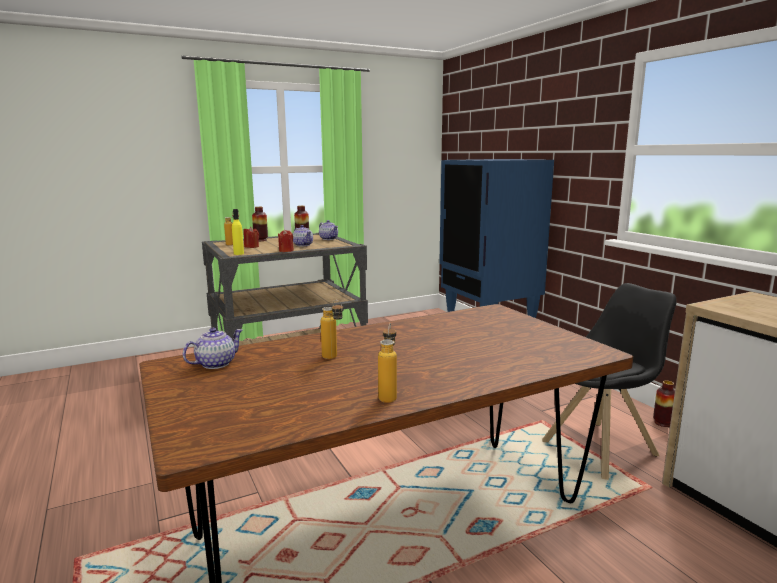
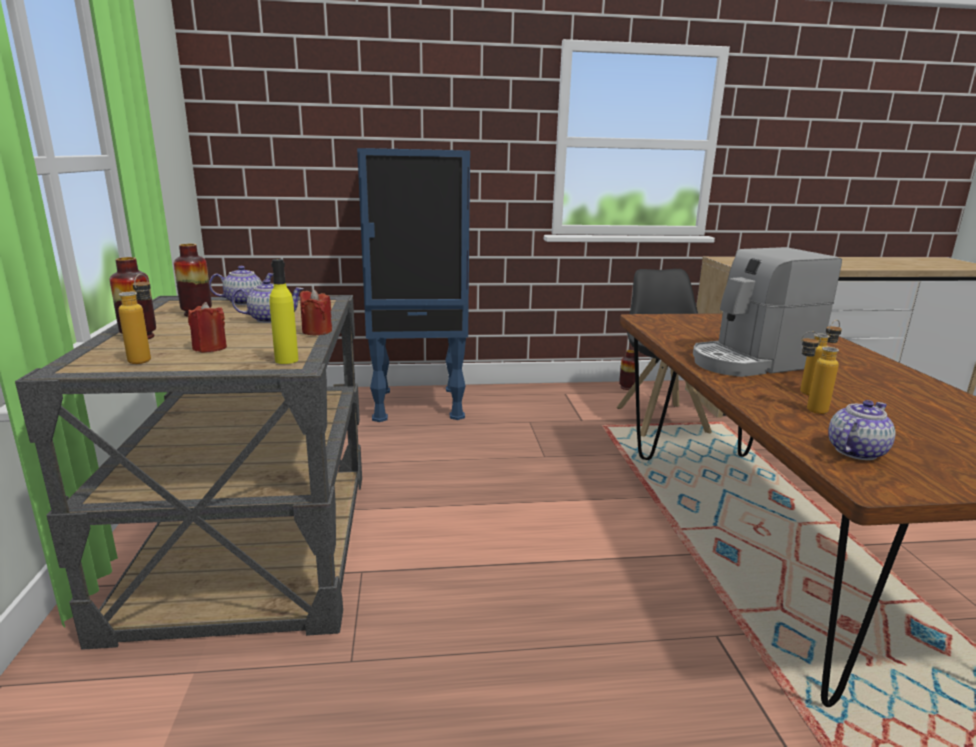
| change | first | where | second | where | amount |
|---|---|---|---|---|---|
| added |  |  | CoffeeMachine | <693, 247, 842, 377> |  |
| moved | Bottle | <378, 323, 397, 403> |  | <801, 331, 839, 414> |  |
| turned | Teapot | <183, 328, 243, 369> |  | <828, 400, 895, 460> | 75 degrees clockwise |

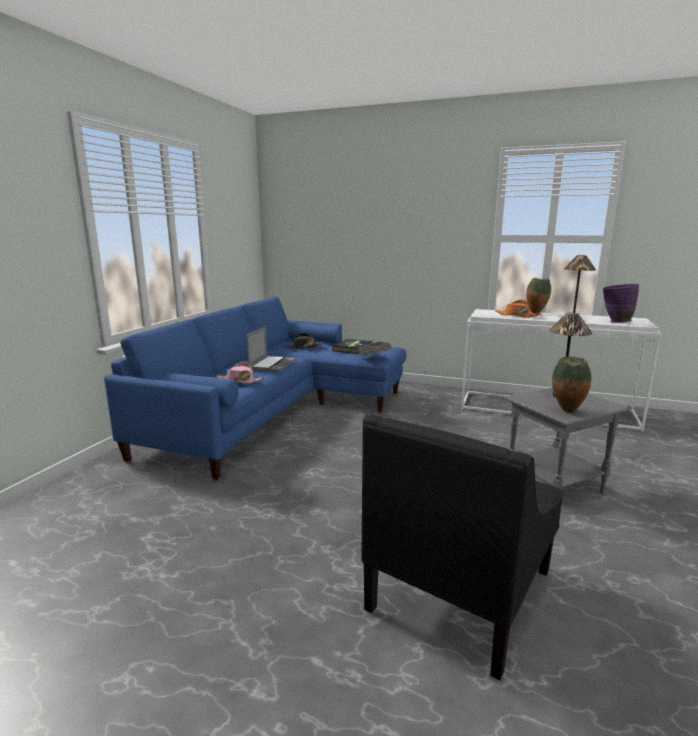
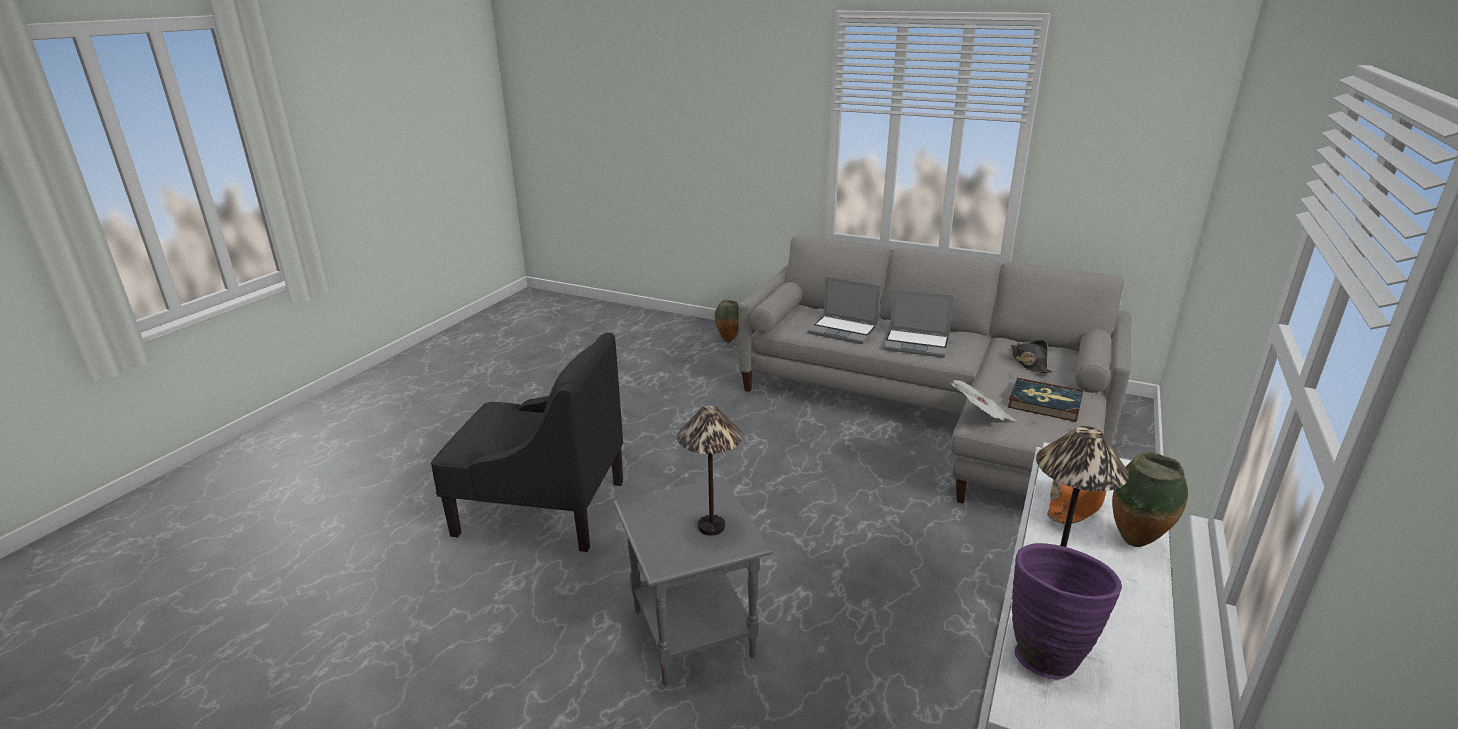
| change | first | where | second | where | amount |
|---|---|---|---|---|---|
| moved | Vase | <552, 357, 592, 413> |  | <715, 300, 739, 342> |  |
| replaced | PinkHat | <216, 361, 266, 384> | Laptop | <808, 276, 881, 344> |  |
| recoloured | BlueSofa | <104, 296, 406, 480> | GreySofa | <739, 236, 1131, 504> |  |
| turned | BlackArmchair | <361, 415, 563, 681> |  | <431, 332, 623, 552> | 150 degrees clockwise |

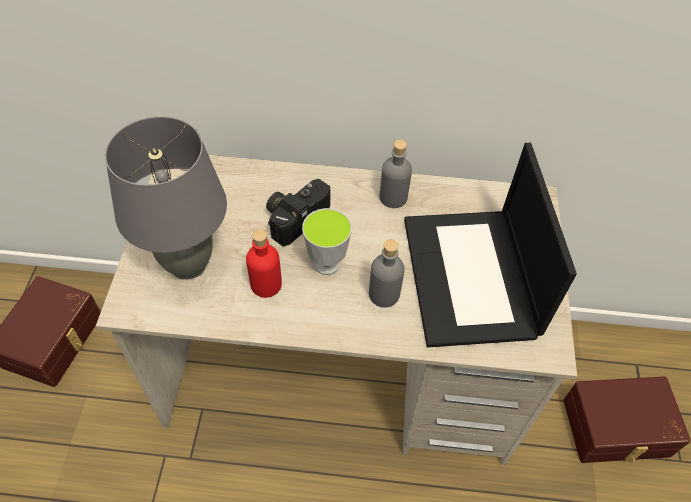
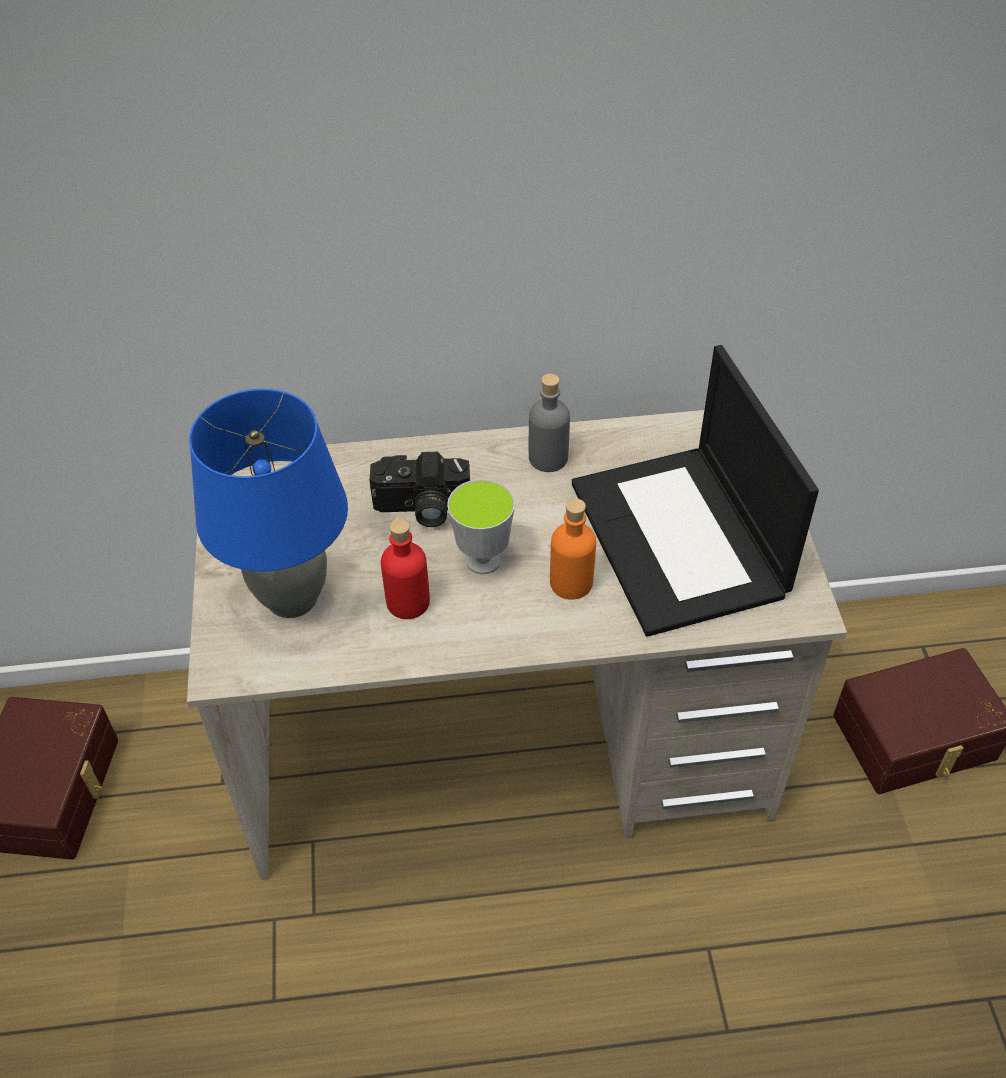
| change | first | where | second | where | amount |
|---|---|---|---|---|---|
| recoloured | GreyTableLamp | <105, 116, 227, 280> | BlueTableLamp | <189, 389, 348, 618> |  |
| recoloured | GreyBottle | <369, 239, 405, 307> | OrangeBottle | <550, 499, 596, 600> |  |
| turned | PhotoCamera | <266, 179, 331, 247> |  | <369, 452, 470, 527> | 120 degrees counterclockwise |

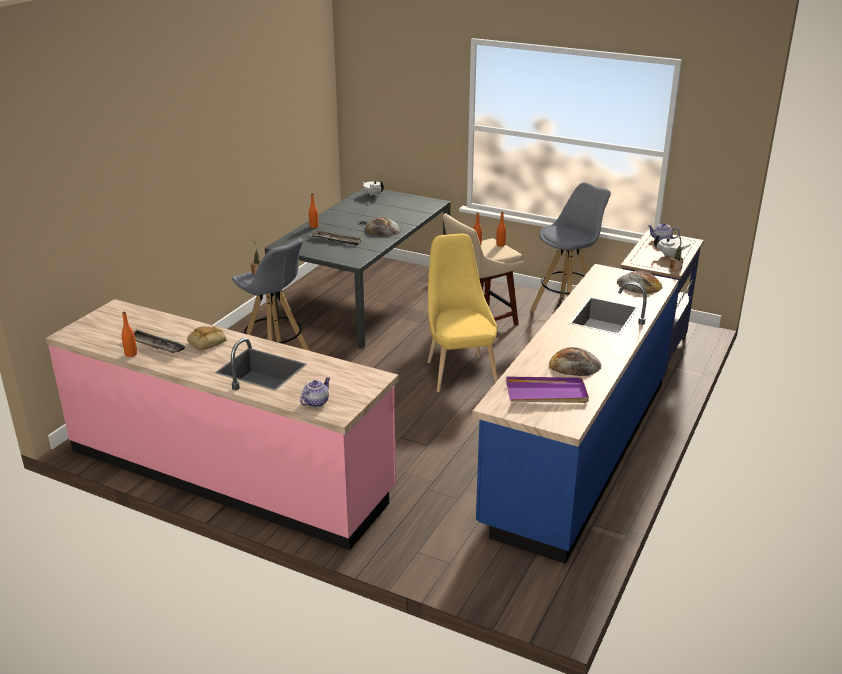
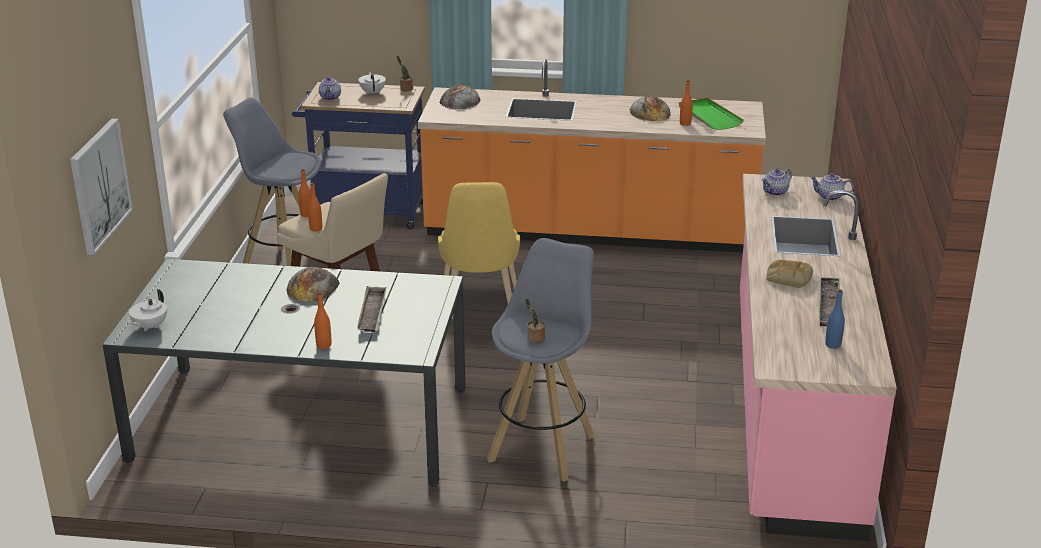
| change | first | where | second | where | amount |
|---|---|---|---|---|---|
| added |  |  | Picture | <70, 118, 133, 255> |  |
| added |  |  | Teapot | <761, 169, 792, 196> |  |
| added |  |  | BlueBottle | <825, 289, 845, 349> |  |
| moved | OrangeBottle | <122, 312, 137, 357> |  | <680, 80, 693, 126> |  |
| recoloured | BlueCounter | <472, 264, 679, 564> | OrangeCounter | <418, 59, 766, 253> |  |
| recoloured | PurpleTray | <506, 377, 589, 403> | GreenTray | <679, 98, 744, 130> |  |
| turned | YellowChair | <428, 234, 498, 392> |  | <438, 182, 520, 304> | 60 degrees counterclockwise |

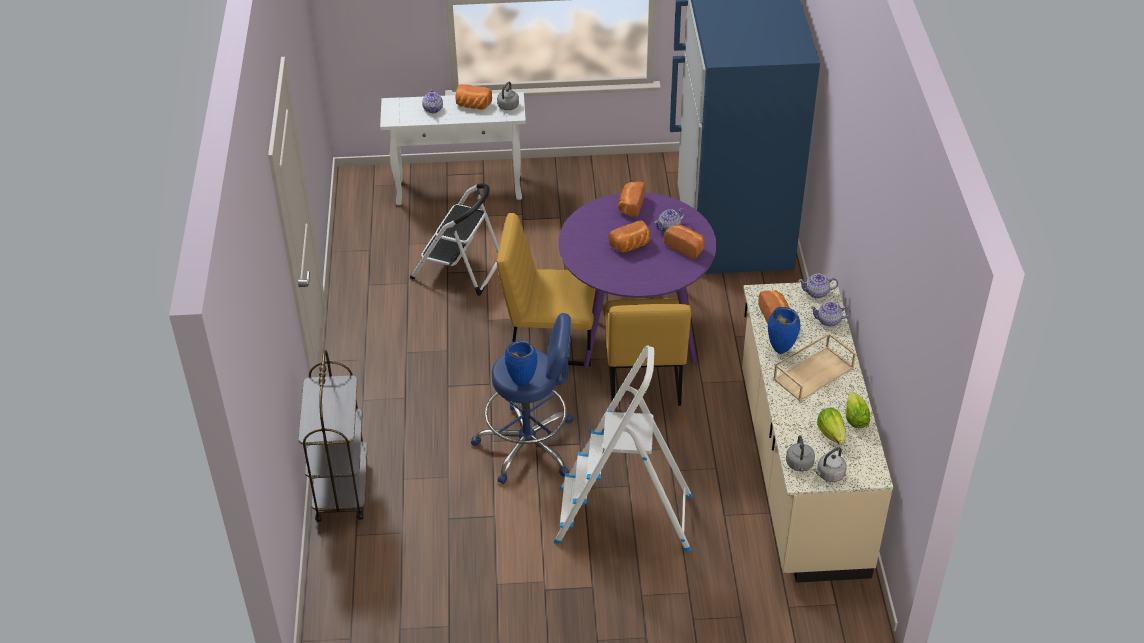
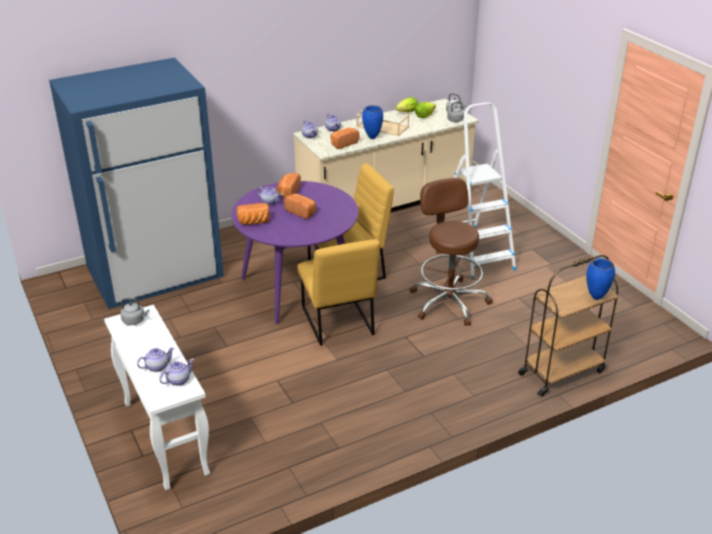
| change | first | where | second | where | amount |
|---|---|---|---|---|---|
| removed | StepLadder | <410, 183, 499, 296> |  |  |  |
| removed | Bread | <455, 84, 492, 110> |  |  |  |
| added |  |  | Teapot | <159, 359, 194, 386> |  |
| moved | BlueVase | <505, 340, 537, 387> |  | <586, 258, 615, 300> |  |
| recoloured | GreyCart | <298, 350, 367, 522> | BrownCart | <518, 255, 618, 396> |  |
| recoloured | BlueStool | <471, 313, 574, 484> | BrownStool | <409, 178, 493, 326> |  |

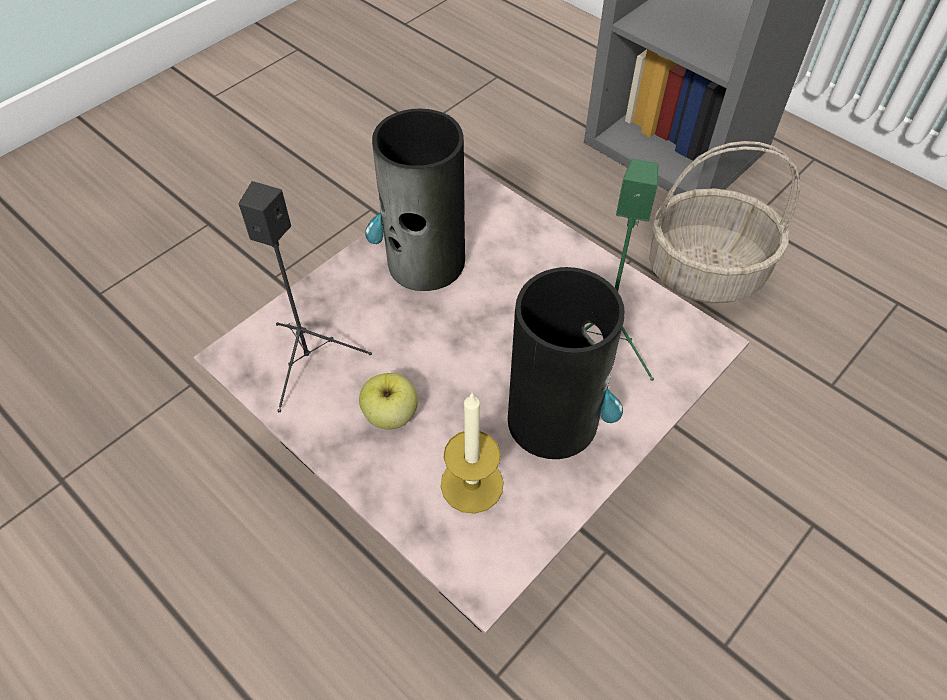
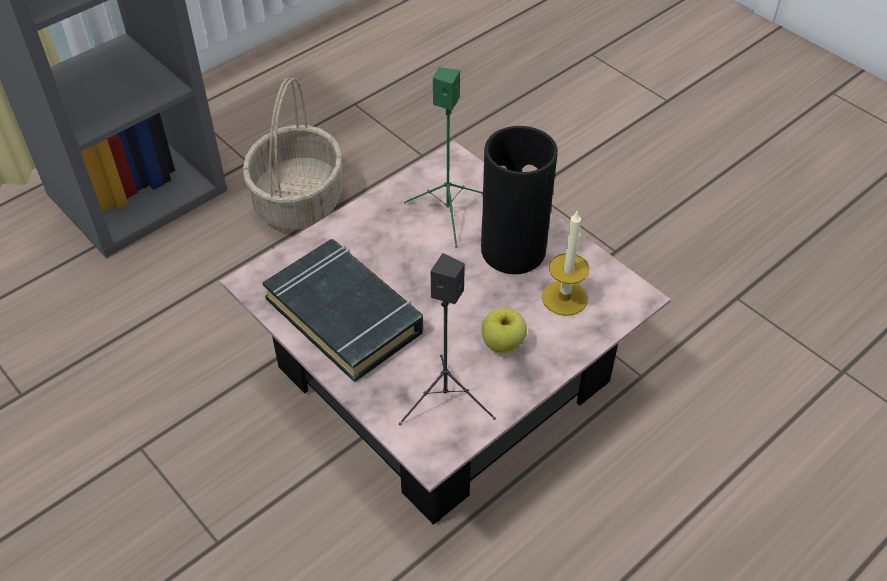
| change | first | where | second | where | amount |
|---|---|---|---|---|---|
| replaced | Vase | <365, 109, 465, 291> | BlackBook | <262, 239, 423, 382> |  |

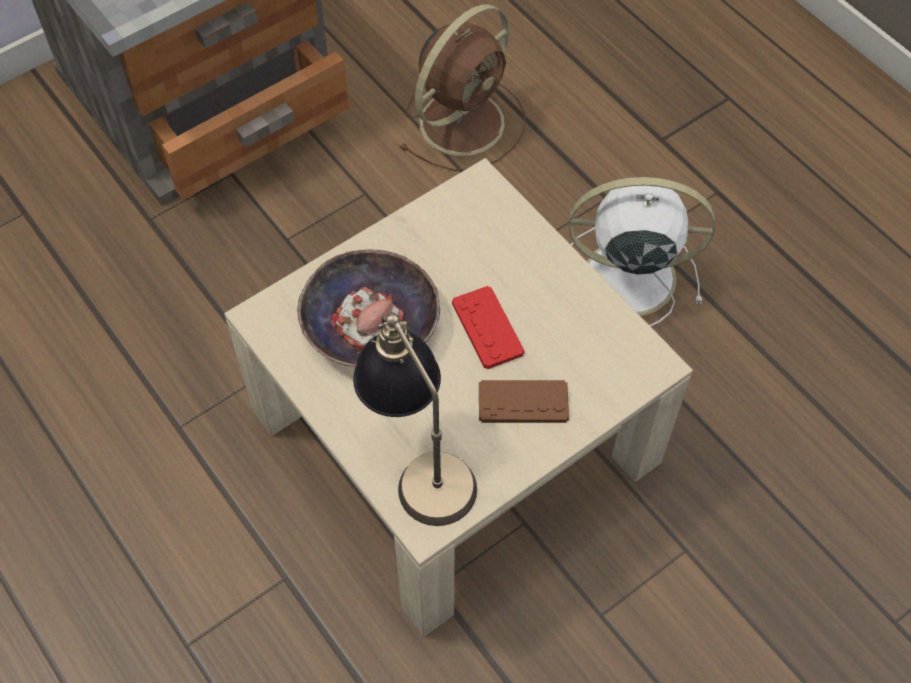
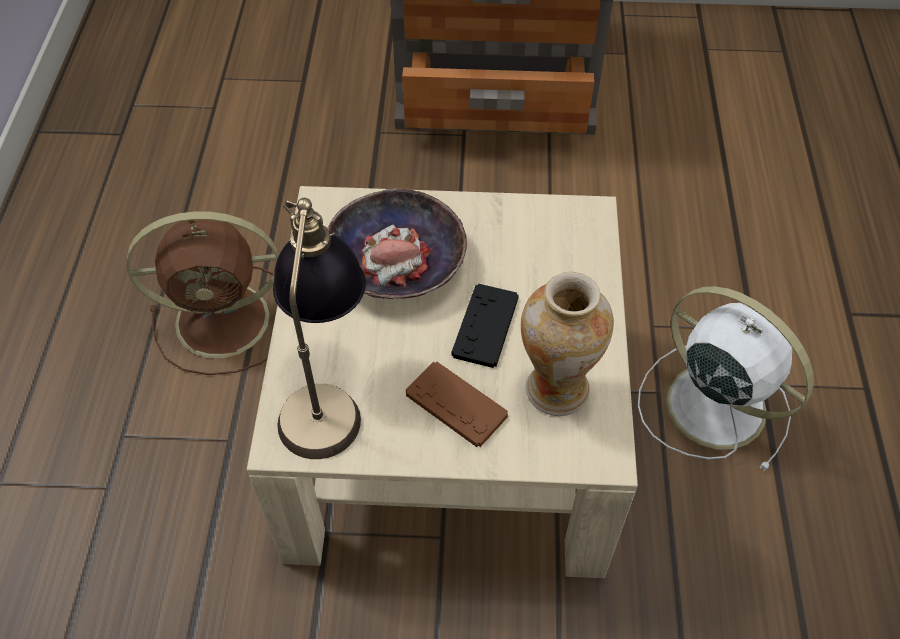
| change | first | where | second | where | amount |
|---|---|---|---|---|---|
| added |  |  | Vase | <521, 272, 614, 416> |  |
| moved | BrownFan | <399, 4, 526, 171> |  | <127, 211, 279, 375> |  |
| recoloured | RedGameController | <452, 286, 524, 369> | BlackGameController | <452, 284, 519, 368> |  |

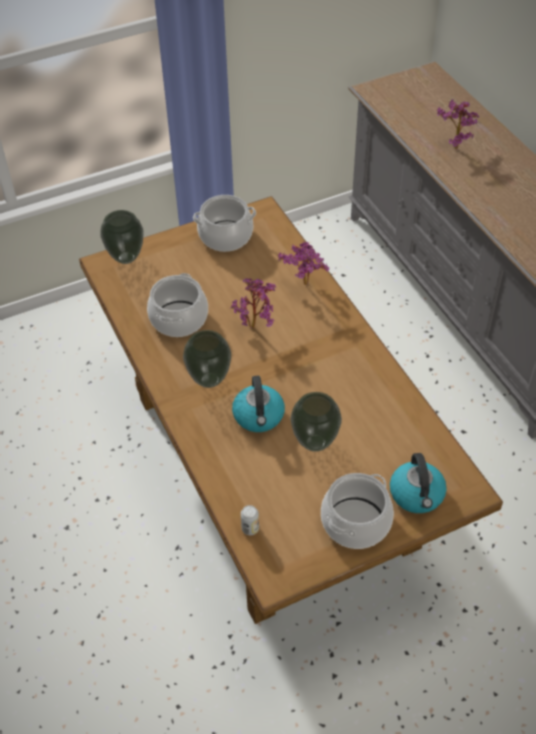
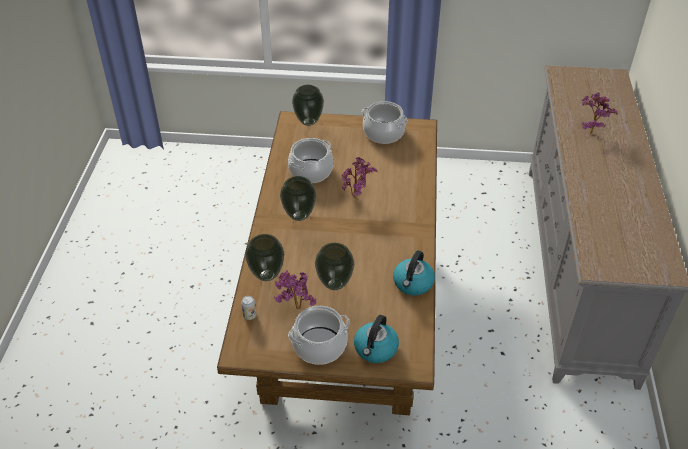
| change | first | where | second | where | amount |
|---|---|---|---|---|---|
| added |  |  | Vase | <245, 234, 284, 281> |  |
| moved | Kettle | <232, 376, 285, 432> |  | <393, 250, 435, 295> |  |
| moved | PottedPlant | <278, 242, 329, 285> |  | <274, 270, 316, 309> |  |

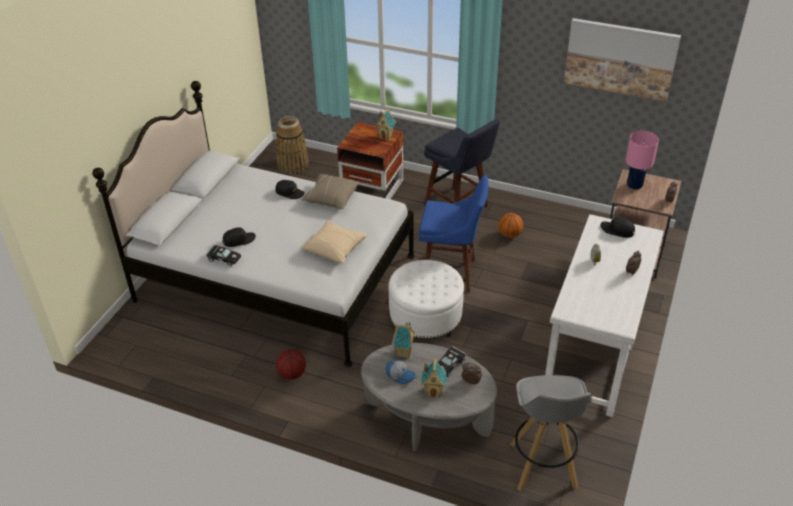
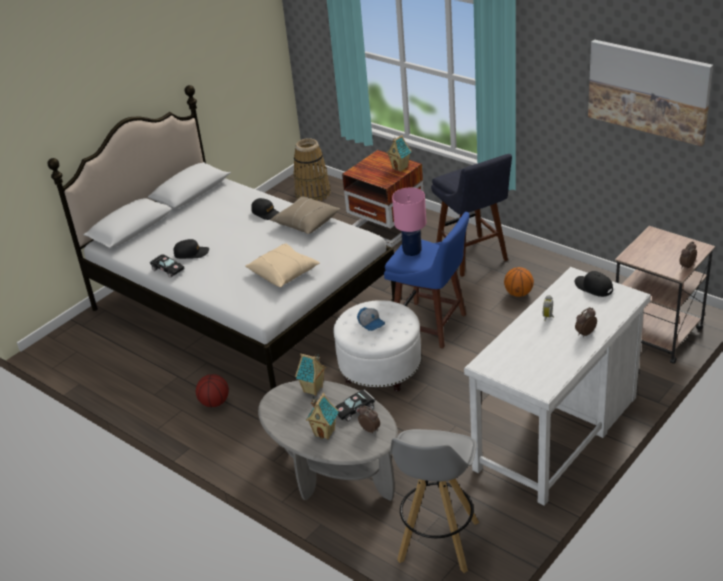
| change | first | where | second | where | amount |
|---|---|---|---|---|---|
| moved | Cap | <386, 360, 416, 384> |  | <357, 307, 385, 331> |  |
| moved | PinkTableLamp | <626, 131, 659, 189> |  | <392, 188, 426, 256> |  |

